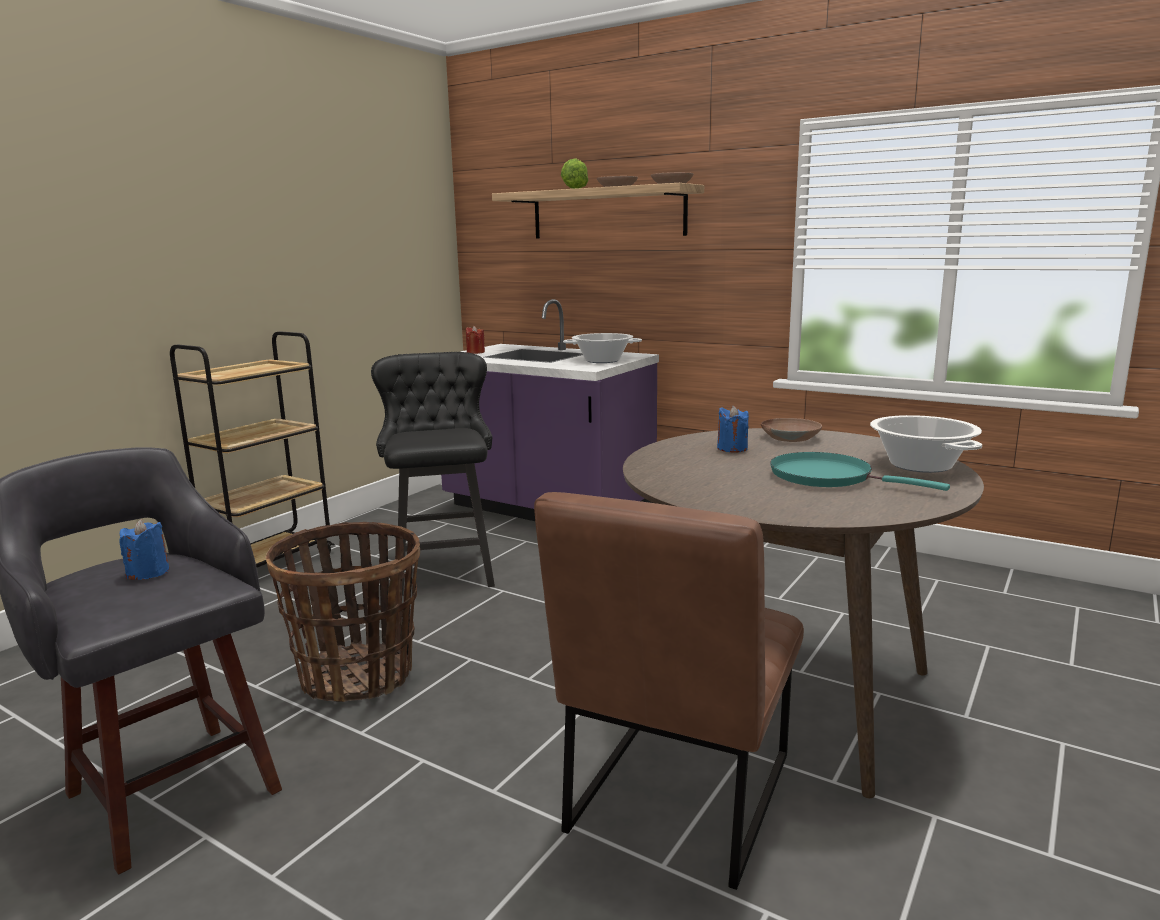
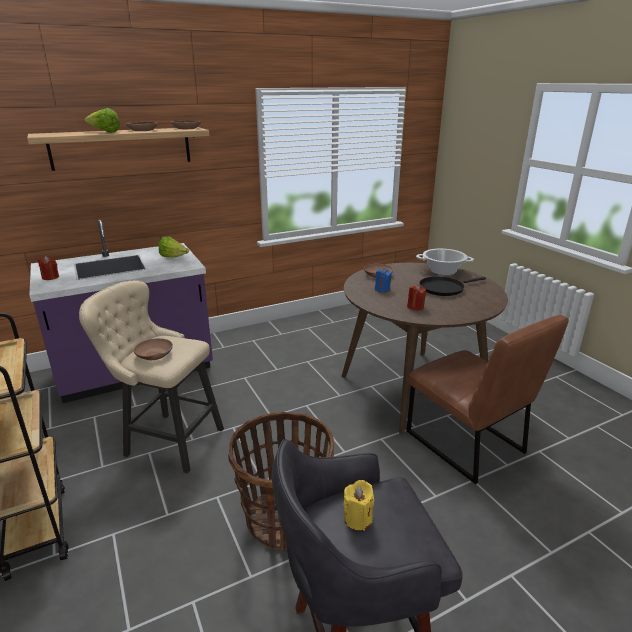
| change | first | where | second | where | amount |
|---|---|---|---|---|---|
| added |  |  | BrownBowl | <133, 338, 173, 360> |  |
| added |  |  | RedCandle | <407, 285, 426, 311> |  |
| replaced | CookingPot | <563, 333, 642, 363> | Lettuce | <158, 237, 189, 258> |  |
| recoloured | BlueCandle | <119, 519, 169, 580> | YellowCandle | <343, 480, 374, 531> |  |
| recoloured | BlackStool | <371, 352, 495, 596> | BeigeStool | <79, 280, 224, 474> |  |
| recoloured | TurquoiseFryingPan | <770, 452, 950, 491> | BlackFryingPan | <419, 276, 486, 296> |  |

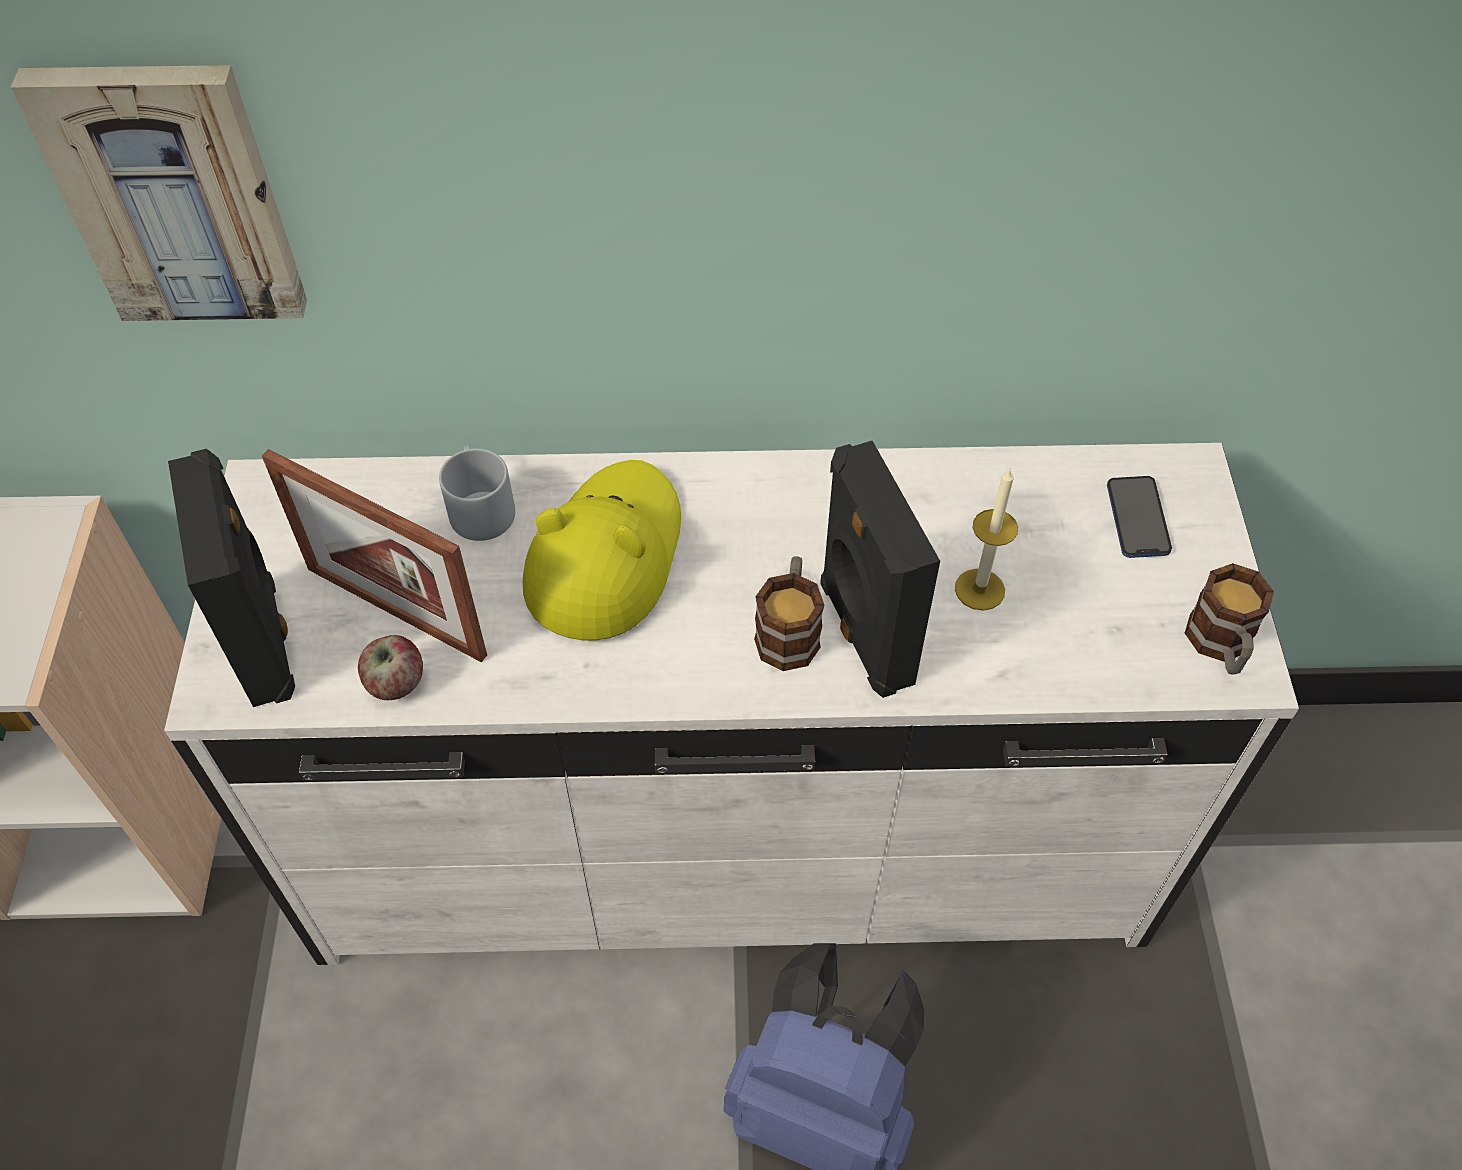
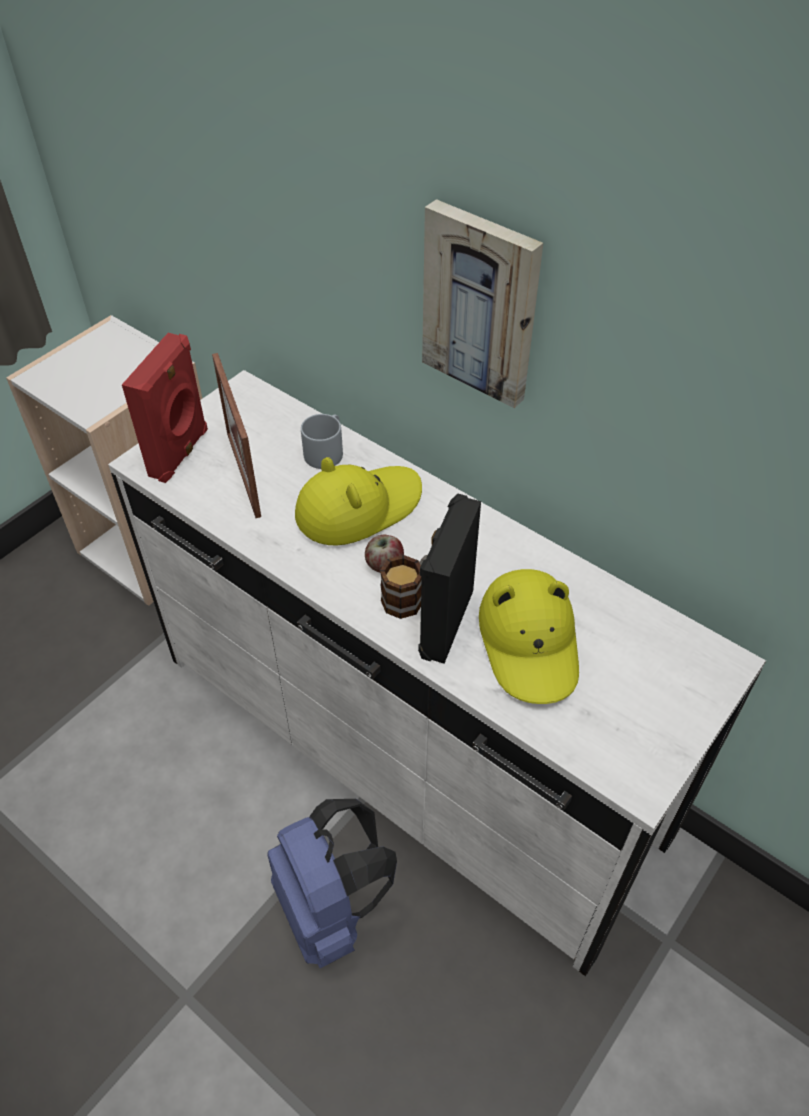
| change | first | where | second | where | amount |
|---|---|---|---|---|---|
| removed | Phone | <1107, 476, 1172, 558> |  |  |  |
| removed | Mug | <1185, 563, 1274, 675> |  |  |  |
| moved | Picture | <11, 65, 307, 321> |  | <422, 199, 543, 408> |  |
| moved | Apple | <358, 635, 423, 700> |  | <365, 535, 404, 572> |  |
| replaced | Candle | <955, 469, 1018, 611> | YellowHat | <479, 569, 579, 704> |  |
| recoloured | BlackSpeaker | <168, 449, 295, 707> | RedSpeaker | <122, 333, 208, 483> |  |

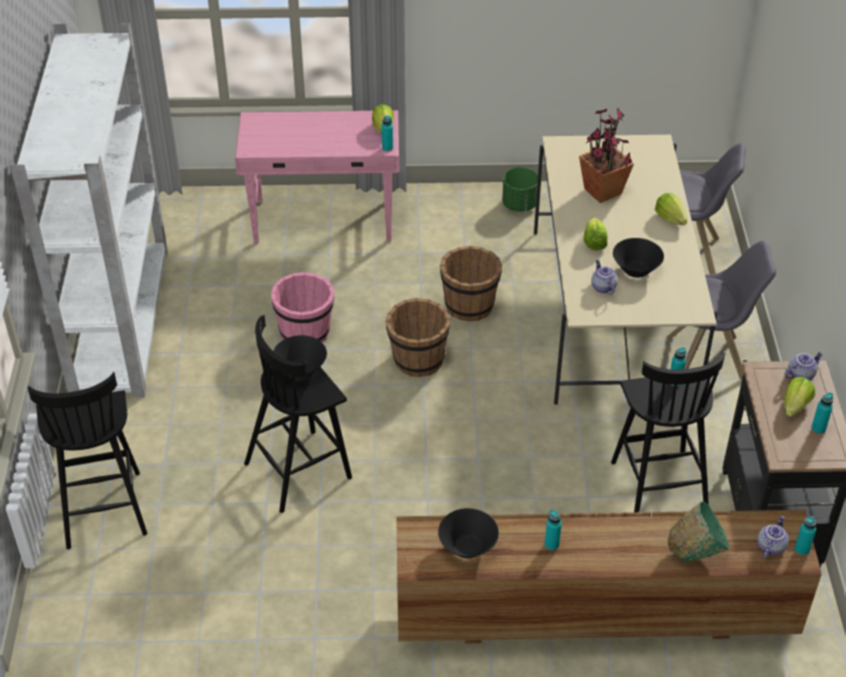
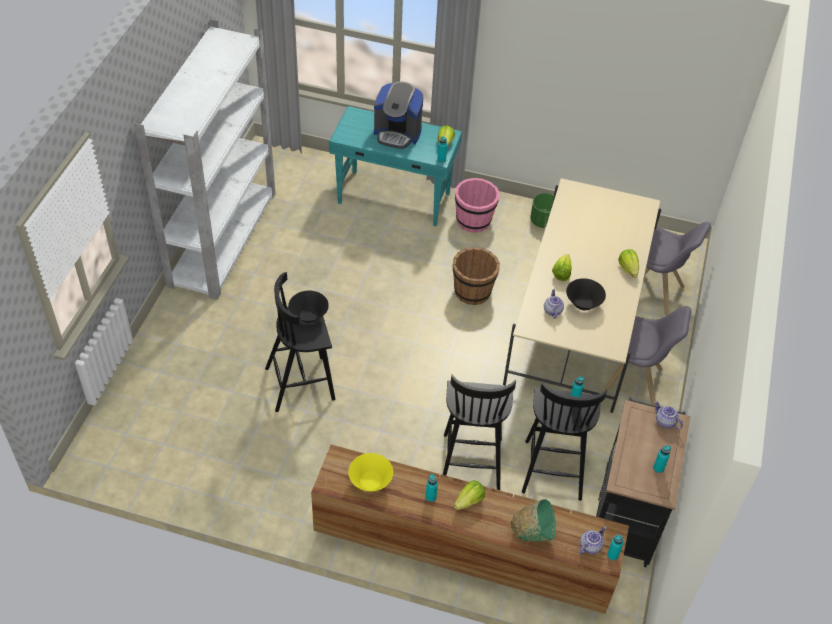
| change | first | where | second | where | amount |
|---|---|---|---|---|---|
| removed | BrownBucket | <385, 298, 450, 377> |  |  |  |
| removed | PottedPlant | <579, 108, 634, 203> |  |  |  |
| added |  |  | CoffeeMachine | <374, 81, 423, 149> |  |
| moved | BlackStool | <28, 372, 147, 550> |  | <443, 375, 516, 490> |  |
| moved | PinkBucket | <271, 272, 335, 343> |  | <455, 178, 499, 233> |  |
| moved | Lettuce | <784, 377, 815, 417> |  | <454, 480, 485, 510> |  |
| recoloured | PinkConsoleTable | <235, 110, 399, 243> | TurquoiseConsoleTable | <329, 106, 462, 226> |  |
| recoloured | BlackBowl | <438, 508, 499, 558> | YellowBowl | <348, 453, 393, 491> |  |
| turned | Teapot | <784, 352, 823, 380> |  | <654, 401, 683, 429> | 120 degrees counterclockwise |

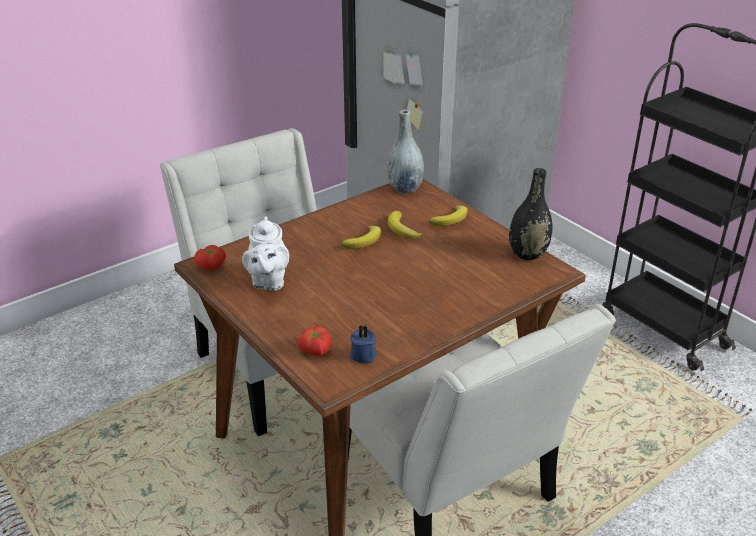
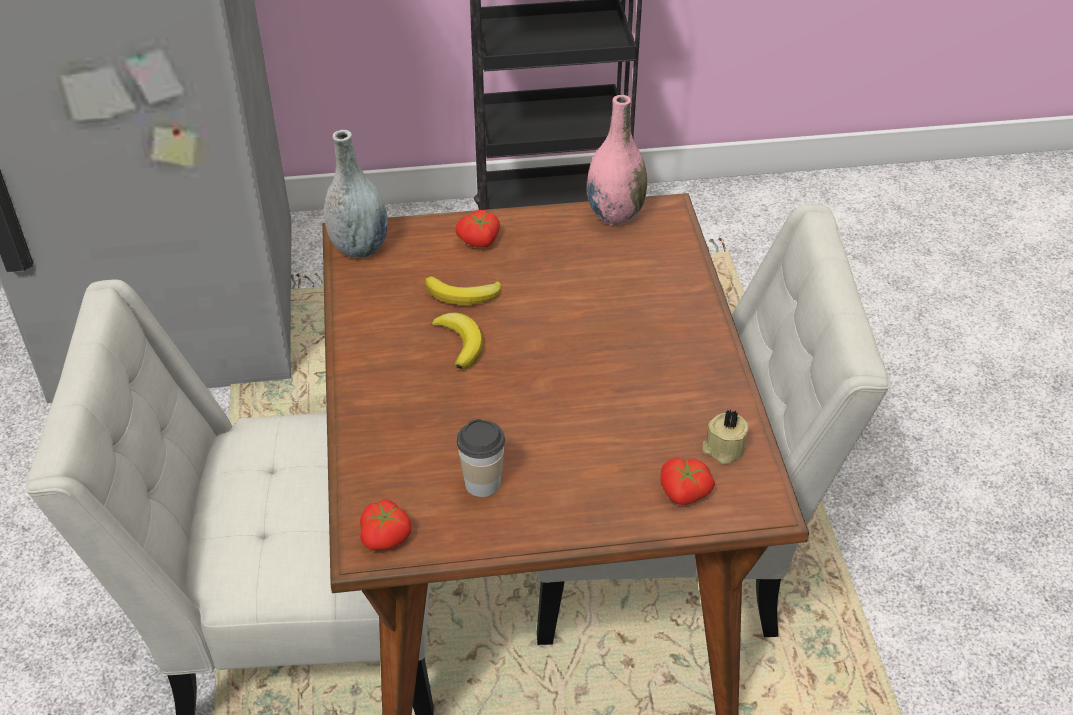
| change | first | where | second | where | amount |
|---|---|---|---|---|---|
| replaced | WhiteTeapot | <242, 216, 289, 291> | Cup | <457, 419, 505, 497> |  |
| replaced | Banana | <430, 205, 467, 226> | Tomato | <456, 210, 500, 247> |  |
| recoloured | BlueCandle | <349, 325, 377, 363> | BeigeCandle | <702, 409, 748, 464> |  |
| recoloured | BlackVase | <509, 168, 553, 260> | PinkVase | <587, 95, 647, 225> |  |

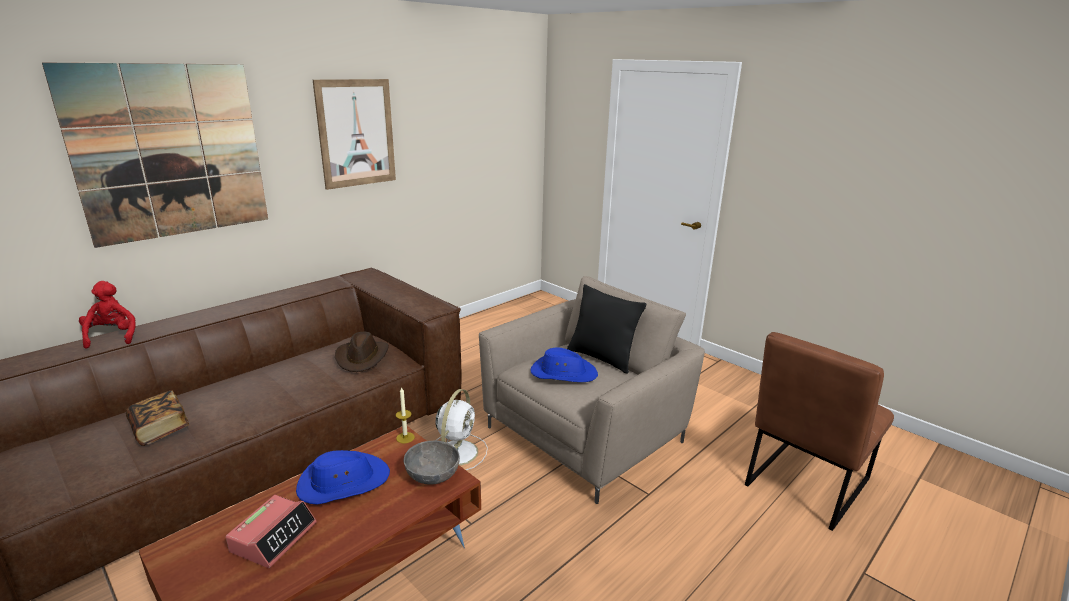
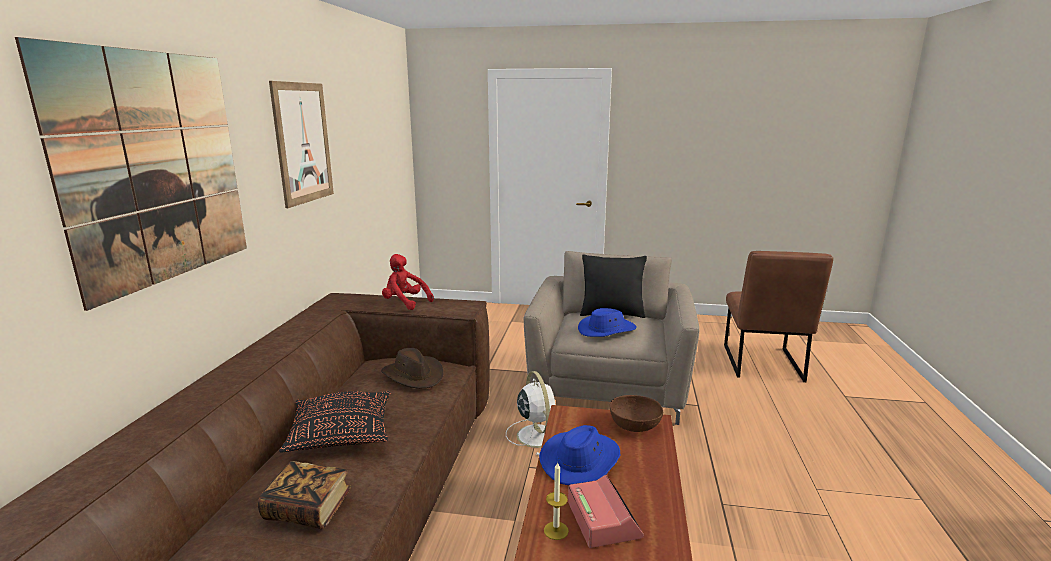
| change | first | where | second | where | amount |
|---|---|---|---|---|---|
| added |  |  | BlackPillow | <279, 391, 390, 453> |  |
| moved | RedPlushToy | <79, 281, 136, 349> |  | <382, 254, 434, 310> |  |
| moved | Candle | <396, 387, 415, 443> |  | <544, 462, 569, 540> |  |
| recoloured | GreyBowl | <403, 440, 460, 485> | BrownBowl | <610, 395, 663, 432> |  |

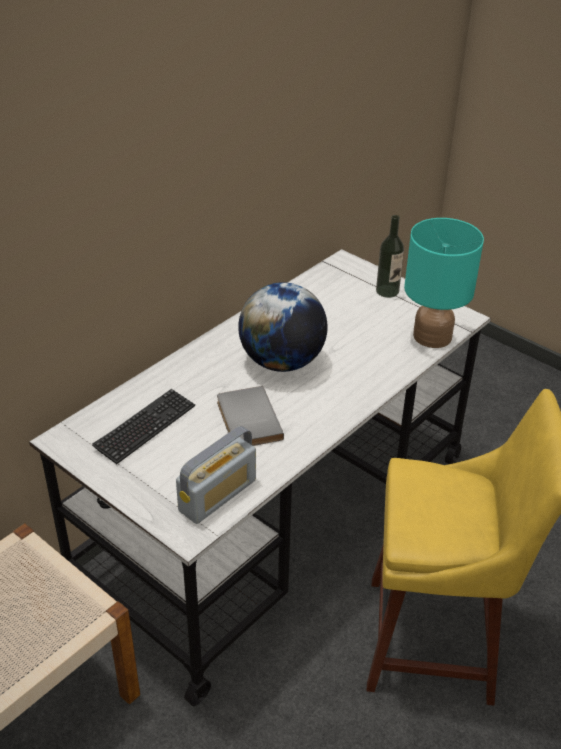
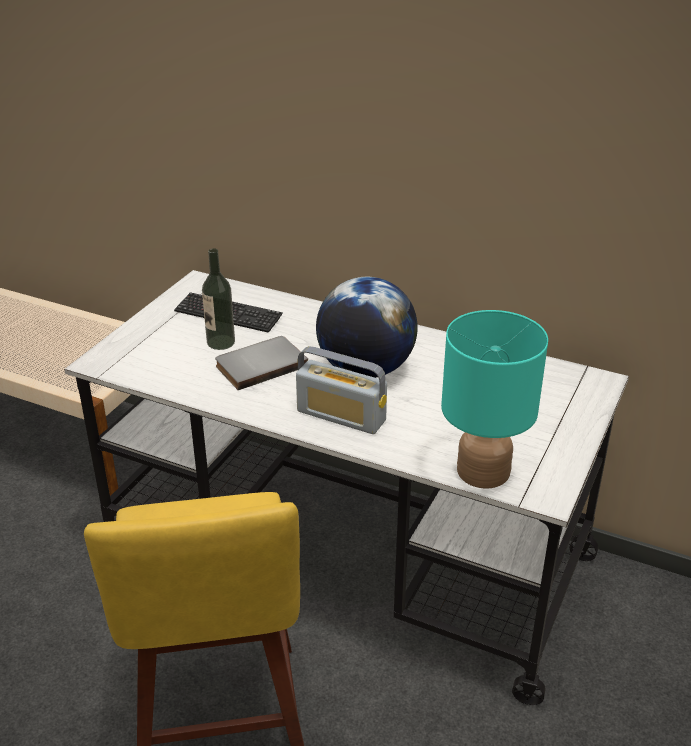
| change | first | where | second | where | amount |
|---|---|---|---|---|---|
| moved | Radio | <176, 426, 256, 524> |  | <296, 346, 387, 434> |  |
| moved | Bottle | <376, 215, 404, 298> |  | <202, 248, 235, 350> |  |

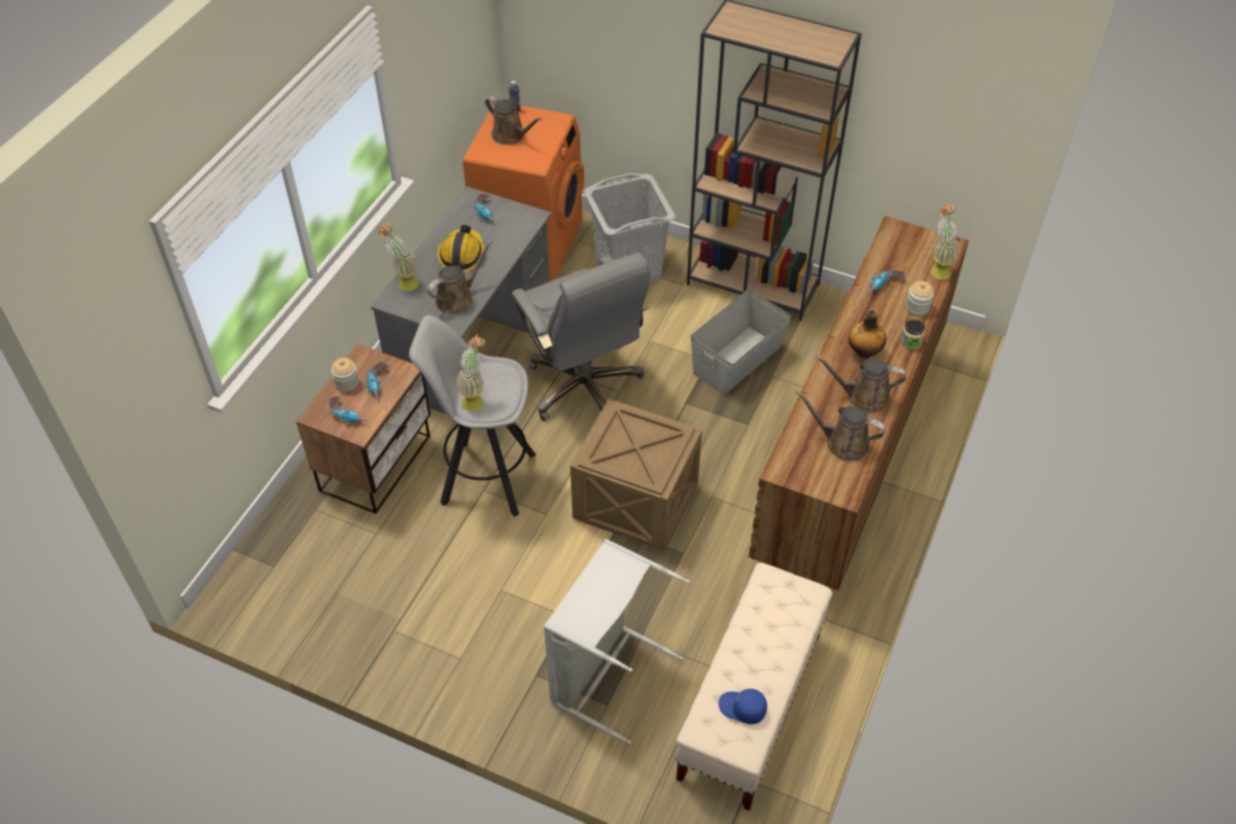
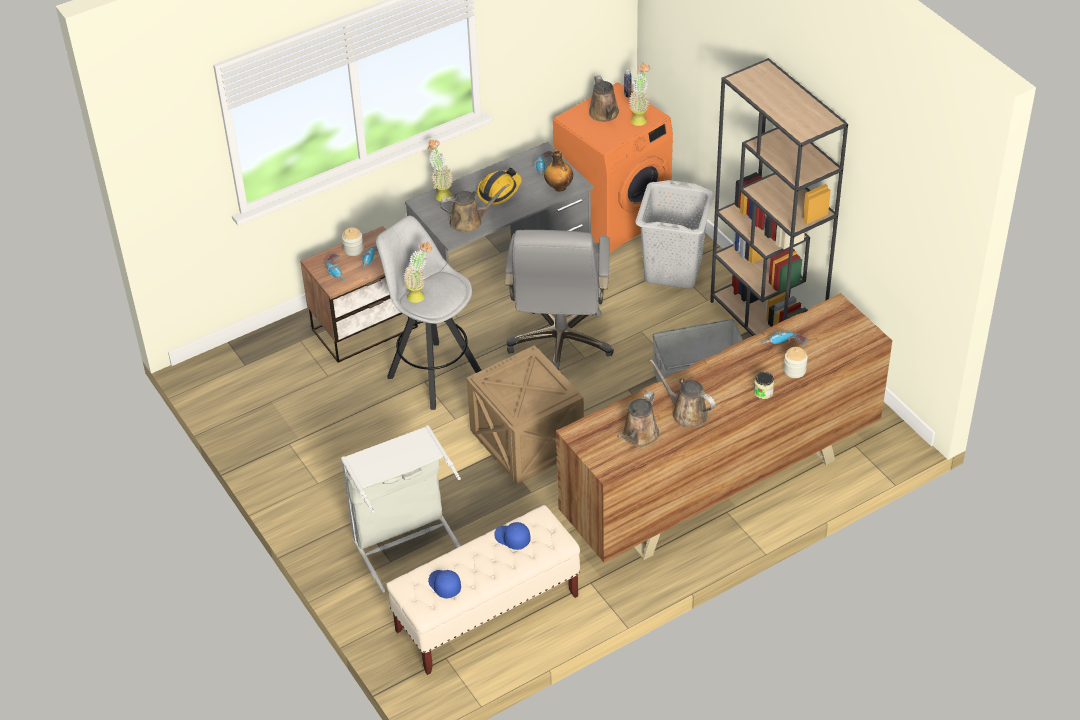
| change | first | where | second | where | amount |
|---|---|---|---|---|---|
| added |  |  | BlueCap | <495, 522, 530, 550> |  |
| moved | Bottle | <849, 309, 886, 358> |  | <544, 150, 573, 192> |  |
| moved | PottedPlant | <930, 203, 960, 279> |  | <628, 62, 650, 126> |  |
| turned | BrownWateringCan | <795, 390, 886, 462> |  | <617, 391, 659, 447> | 120 degrees counterclockwise |

